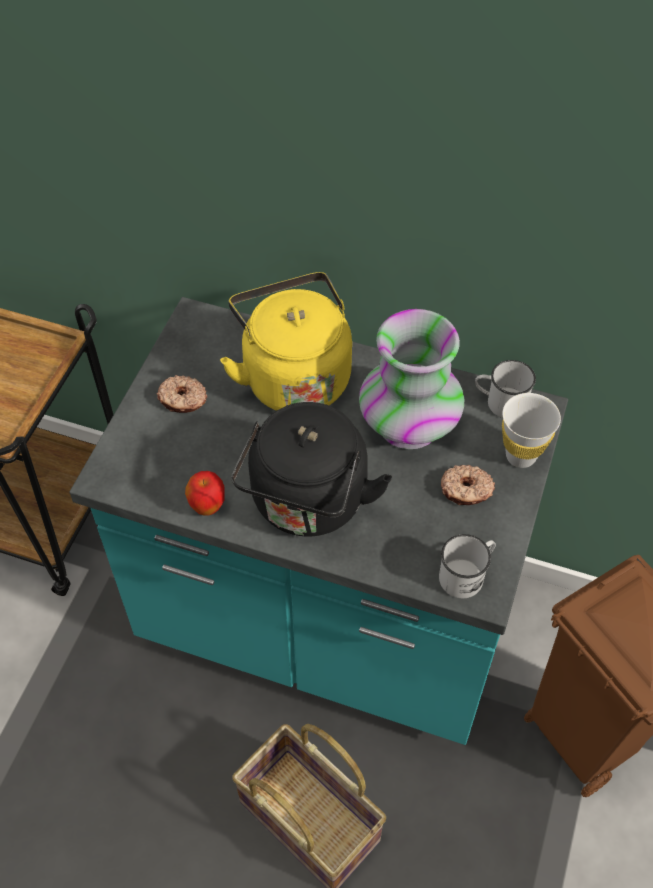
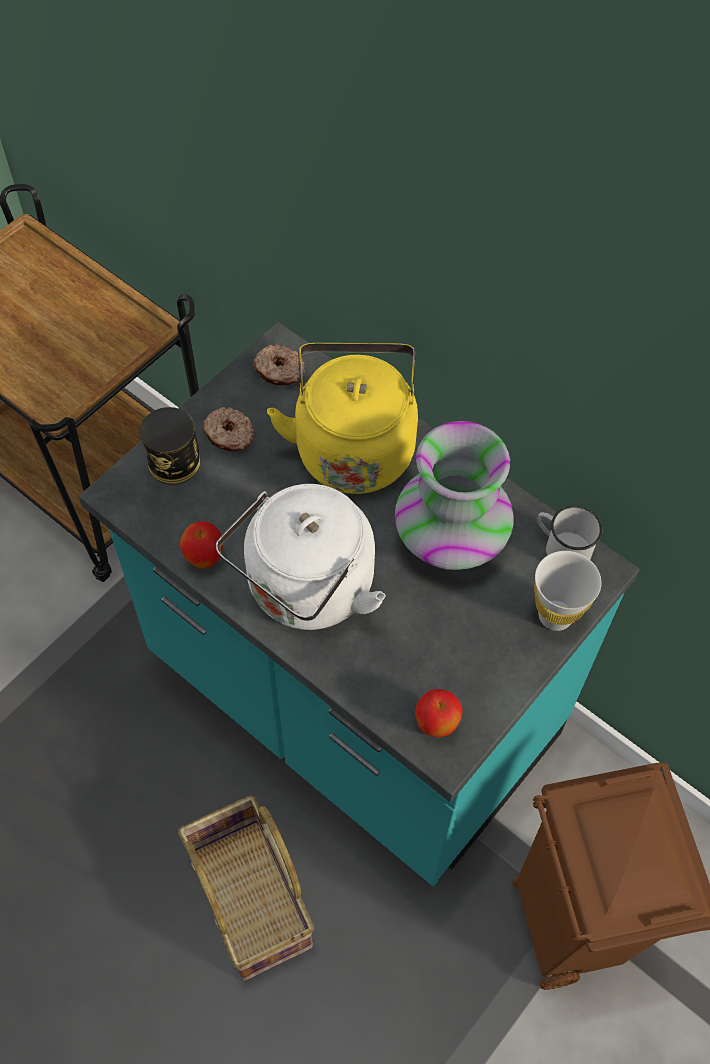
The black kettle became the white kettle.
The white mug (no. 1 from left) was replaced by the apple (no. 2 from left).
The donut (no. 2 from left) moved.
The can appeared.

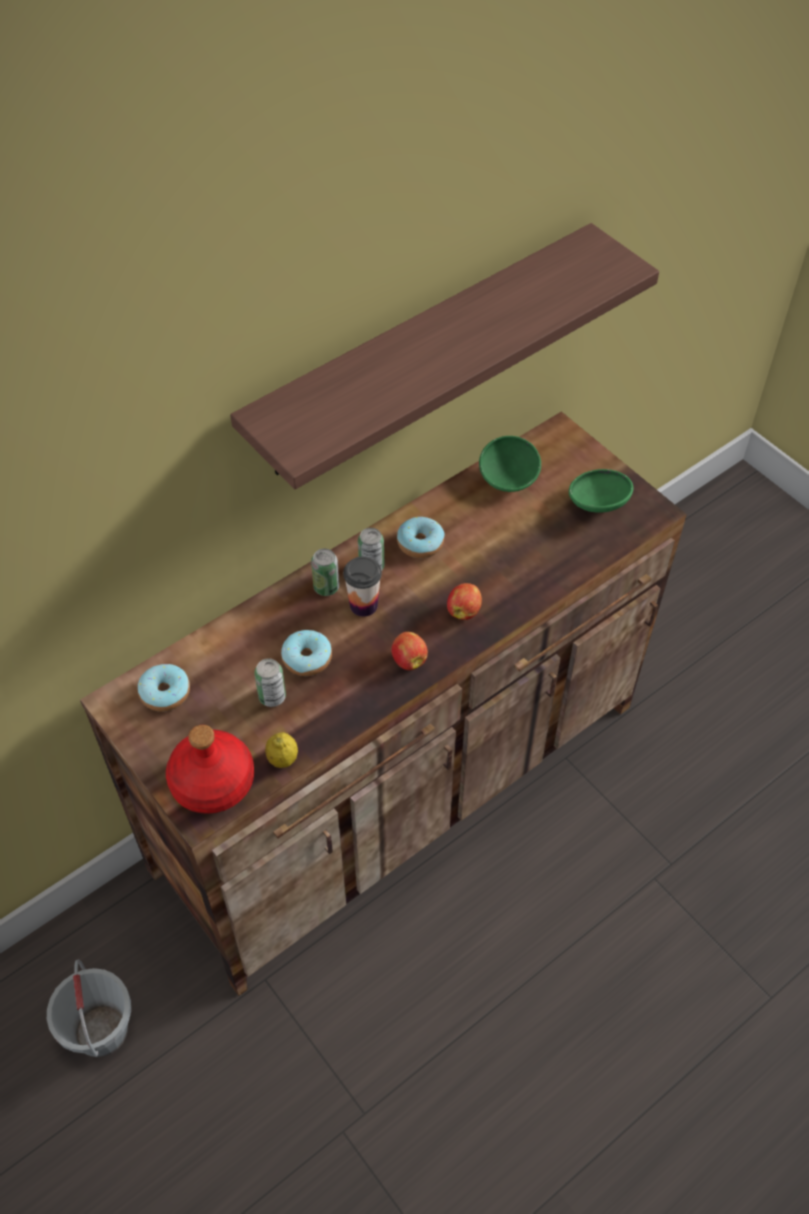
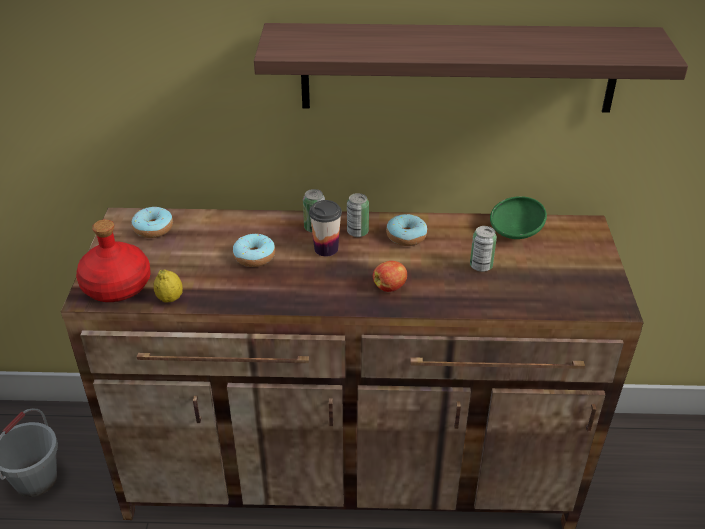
The can (no. 1 from left in the first image) moved.
The apple (no. 1 from left) disappeared.
The green bowl (no. 2 from left) disappeared.

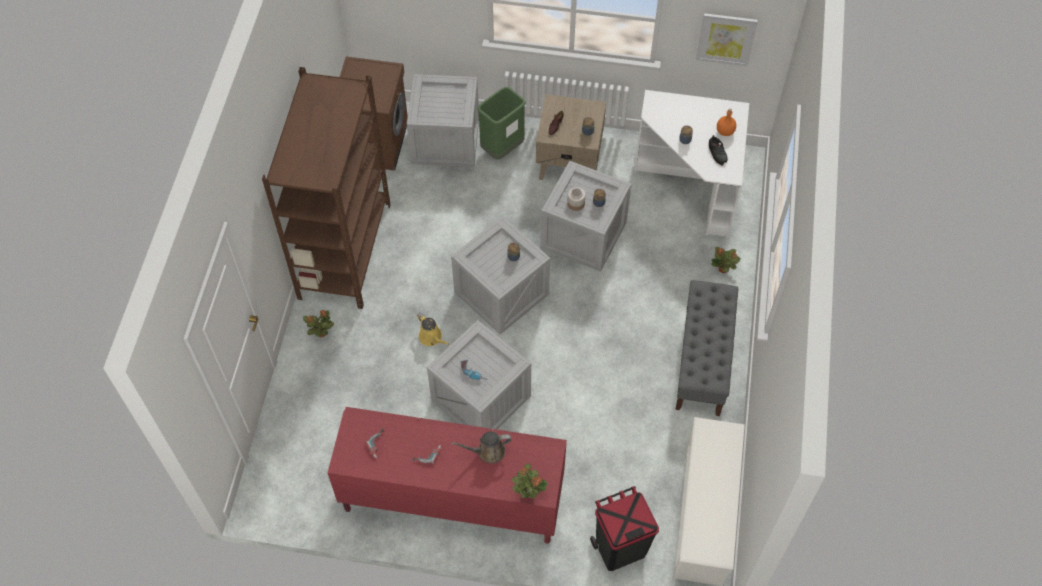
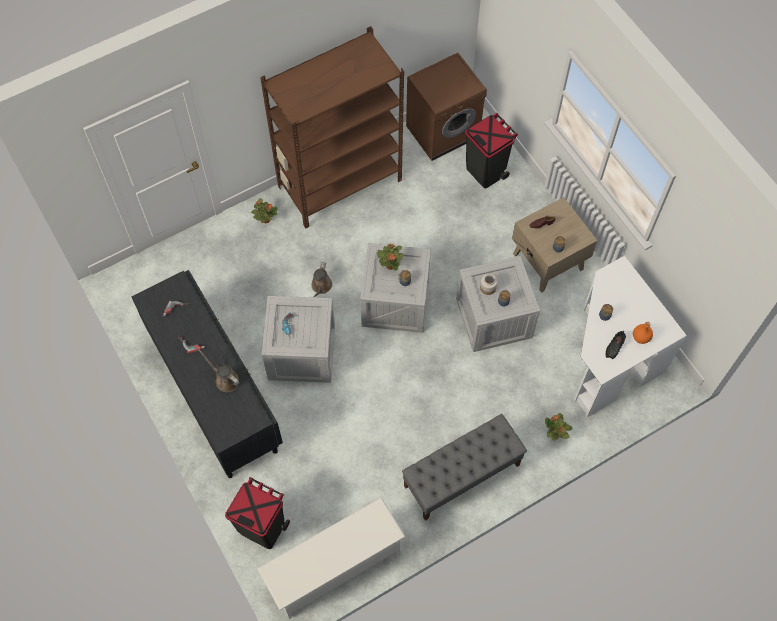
The red cabinet became the black cabinet.
The crate (no. 1 from left) was replaced by the black trash can (no. 2 from left).
The yellow watering can became the brown watering can (no. 2 from left).
The green trash can disappeared.
The potted plant (no. 2 from left) moved.
The picture disappeared.

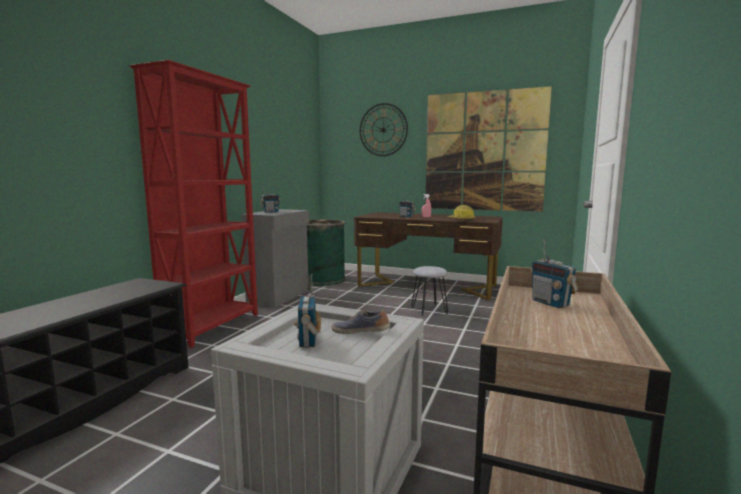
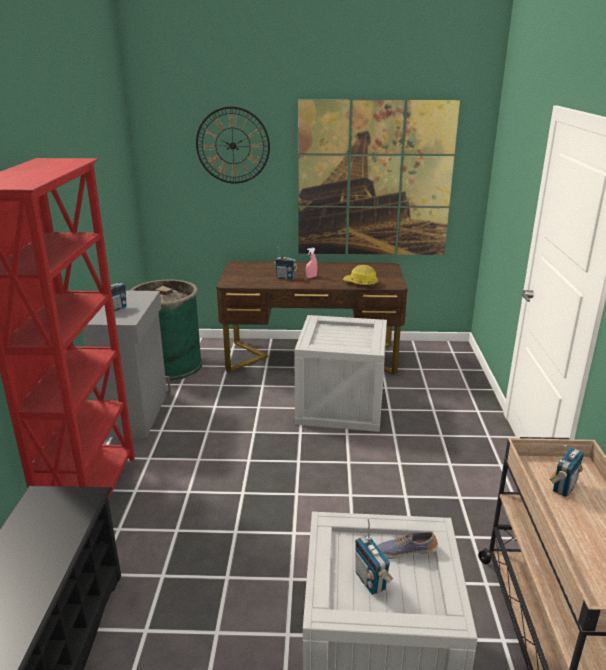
The grey stool was replaced by the crate (no. 1 from left).
The radio (no. 4 from left) turned 90 degrees counterclockwise.

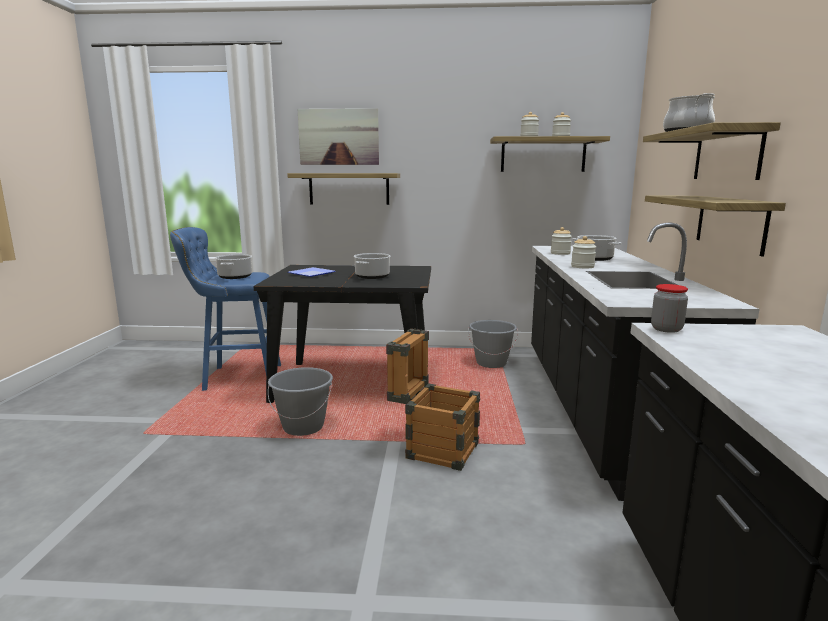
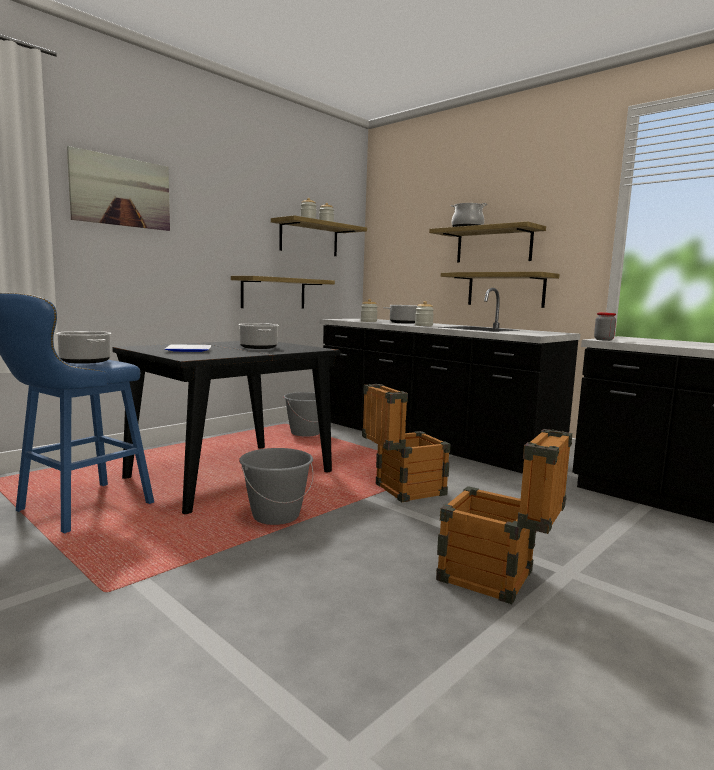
The shelf (no. 1 from left) moved.
The crate (no. 2 from left) appeared.

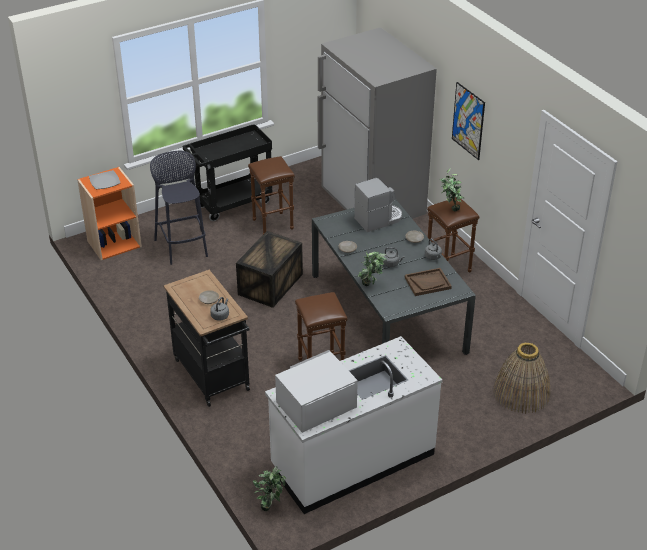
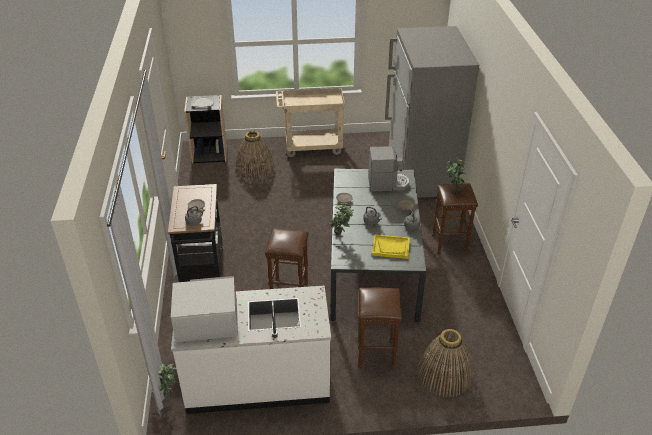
The orange bookcase became the black bookcase.
The grey stool was replaced by the basket (no. 1 from left).
The black cart (no. 2 from left) became the beige cart.
The crate disappeared.
The brown stool (no. 1 from left in the first image) moved.
The brown tray became the yellow tray.
The picture disappeared.

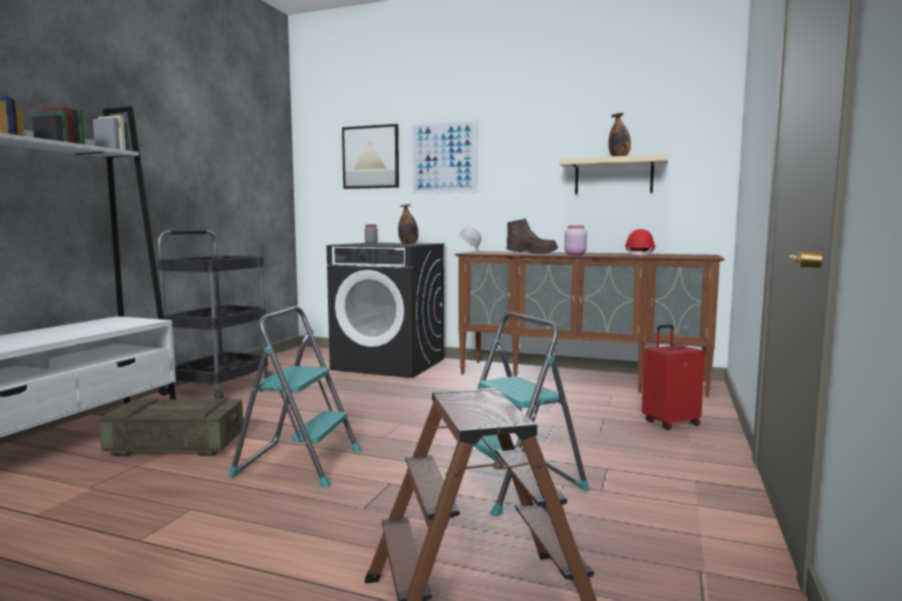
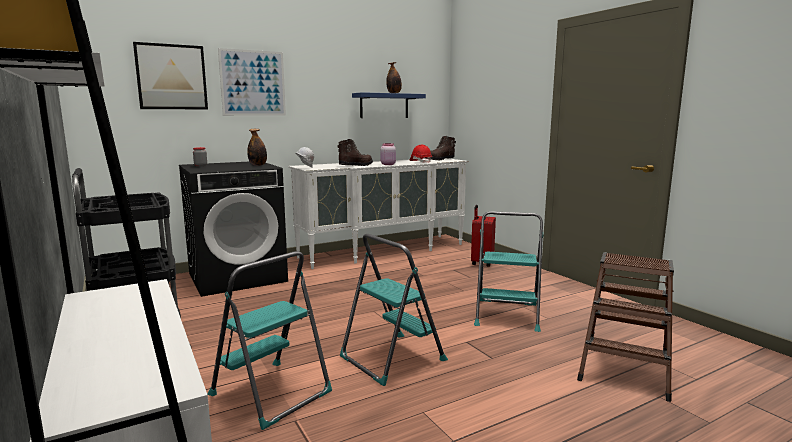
The crate was replaced by the turquoise step ladder (no. 1 from left).
The brown cabinet became the white cabinet.
The beige shelf became the blue shelf.
The brown boot (no. 2 from left) appeared.

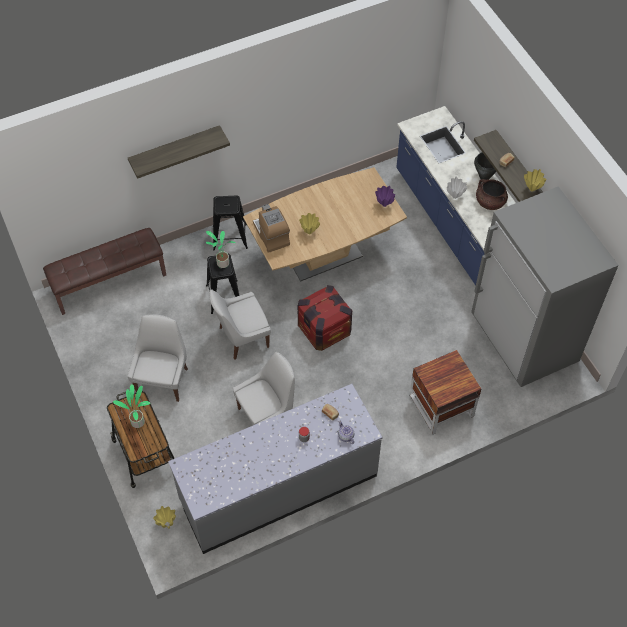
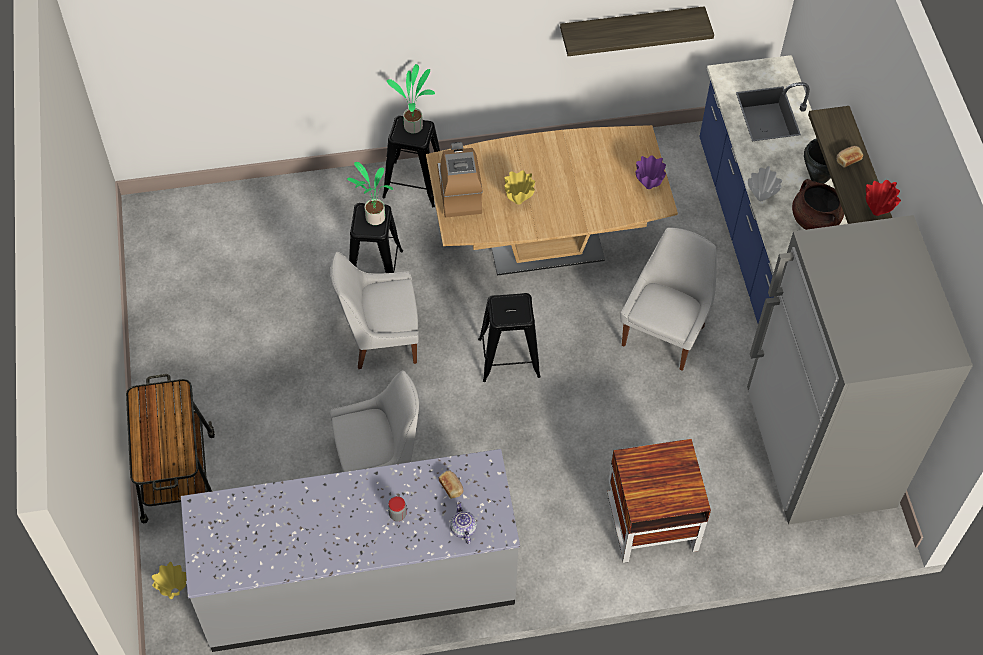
The brown bench disappeared.
The potted plant (no. 1 from left in the first image) moved.
The white chair (no. 1 from left in the first image) moved.
The shelf (no. 1 from left) moved.
The crate was replaced by the black stool (no. 3 from left).
The yellow vase (no. 3 from left) became the red vase.

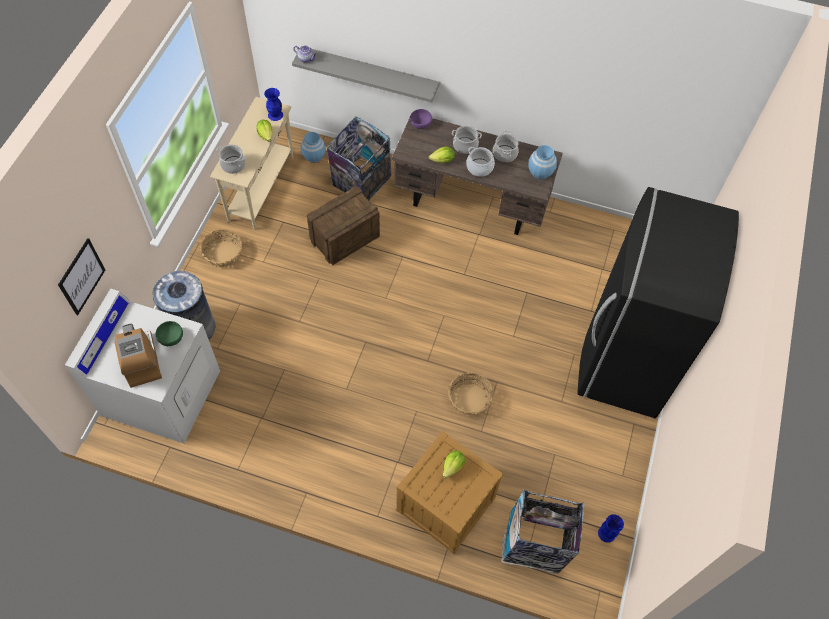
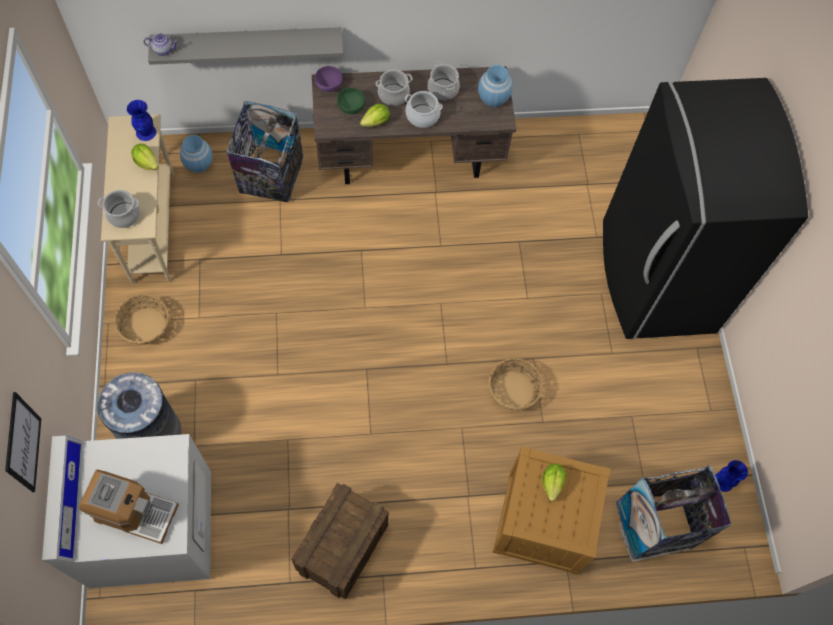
The coffee machine turned 150 degrees clockwise.
The green bowl moved.
The crate (no. 1 from left) moved.

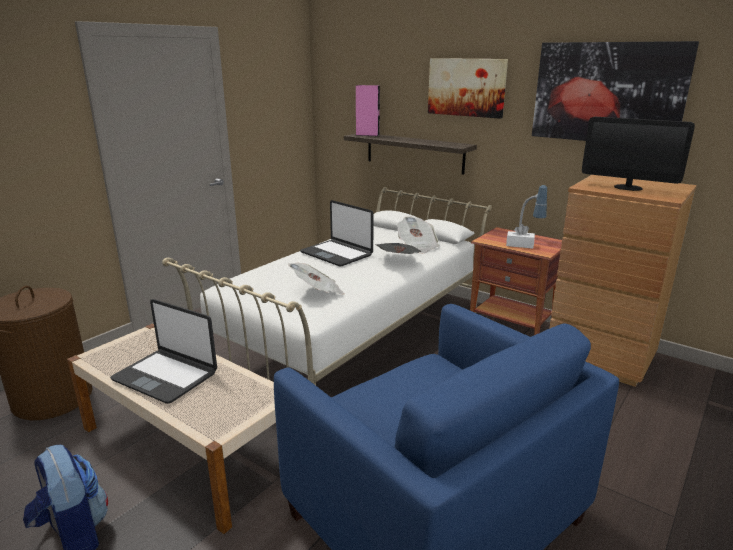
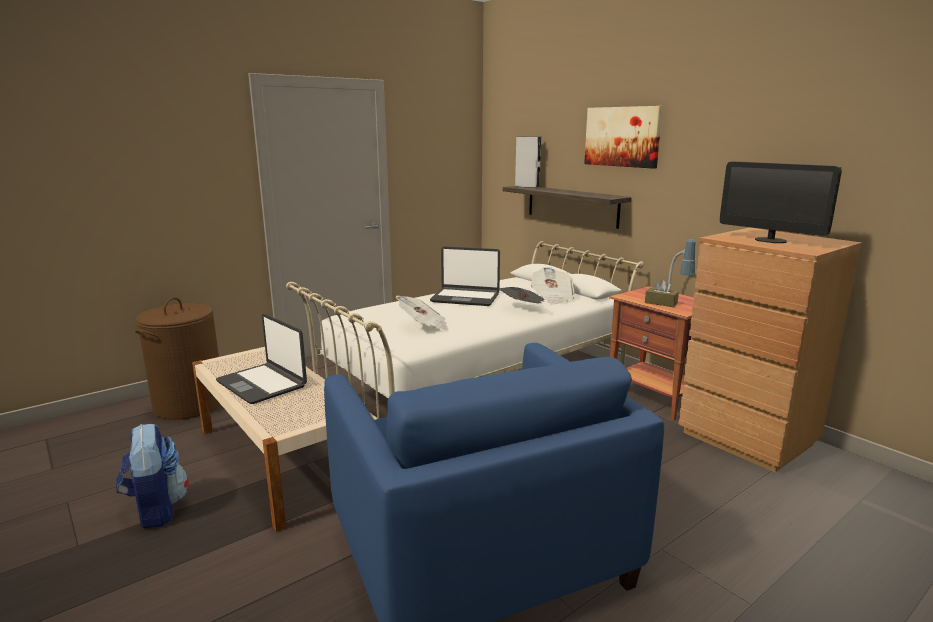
The laptop (no. 2 from left) turned 45 degrees counterclockwise.
The pink speaker became the grey speaker.
The white tissue box became the brown tissue box.
The picture (no. 2 from left) disappeared.

